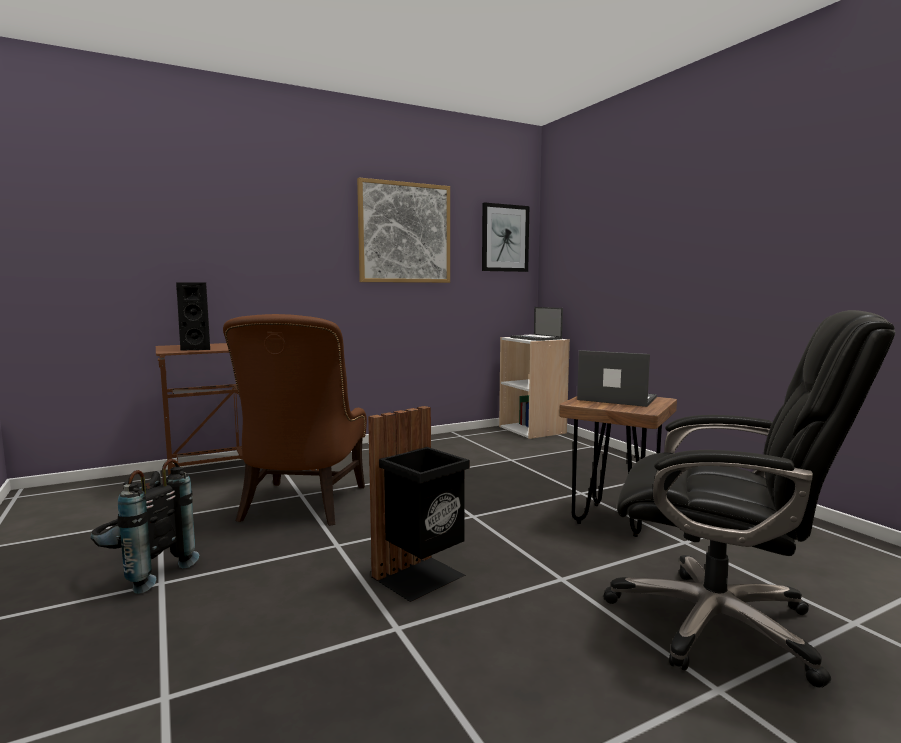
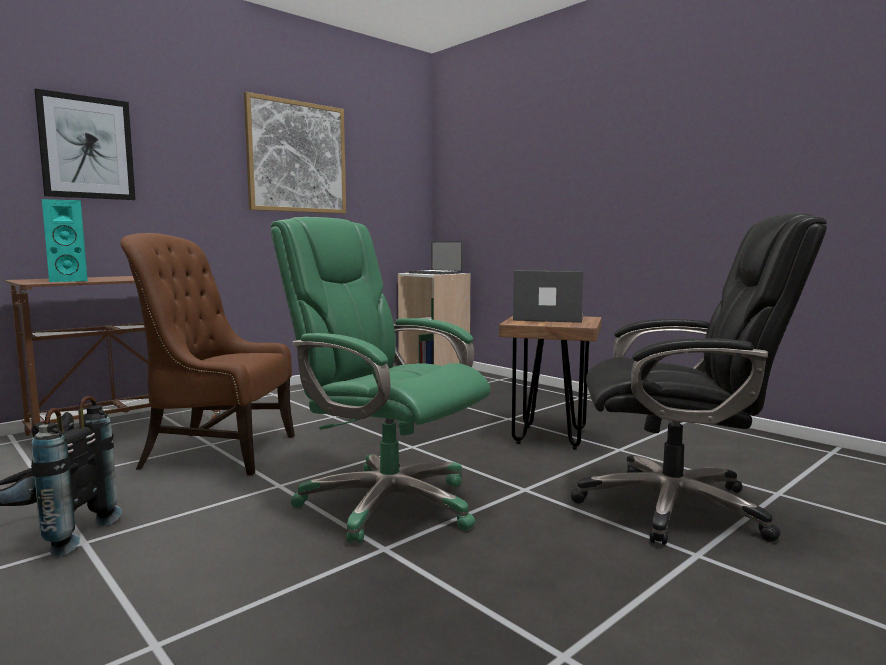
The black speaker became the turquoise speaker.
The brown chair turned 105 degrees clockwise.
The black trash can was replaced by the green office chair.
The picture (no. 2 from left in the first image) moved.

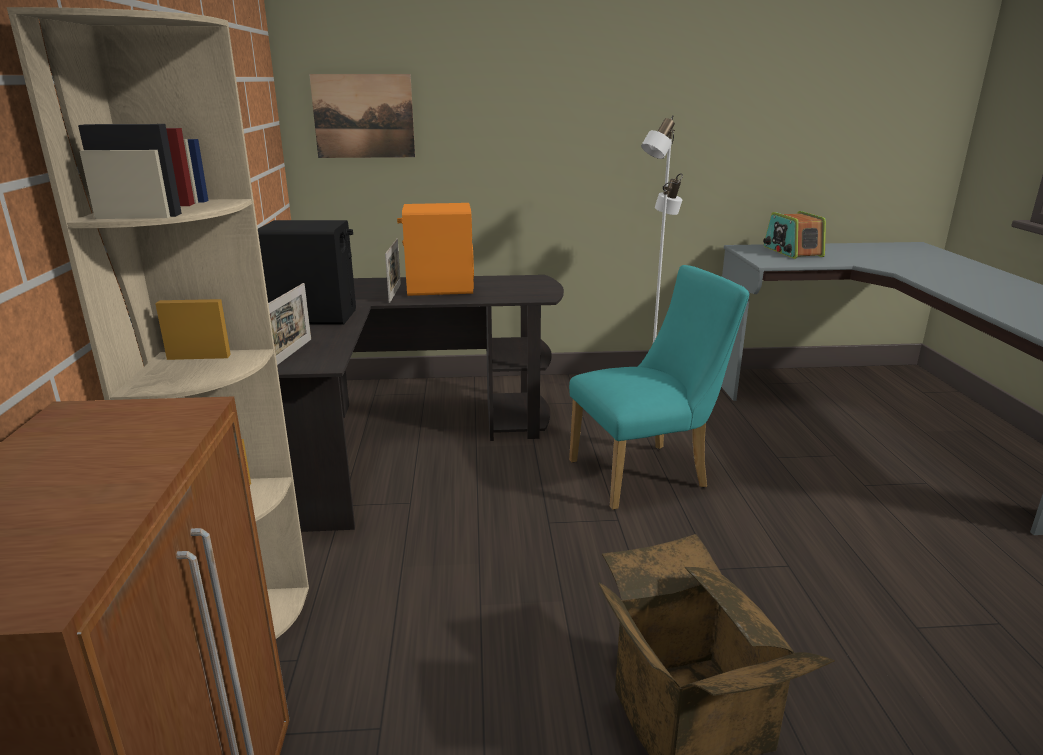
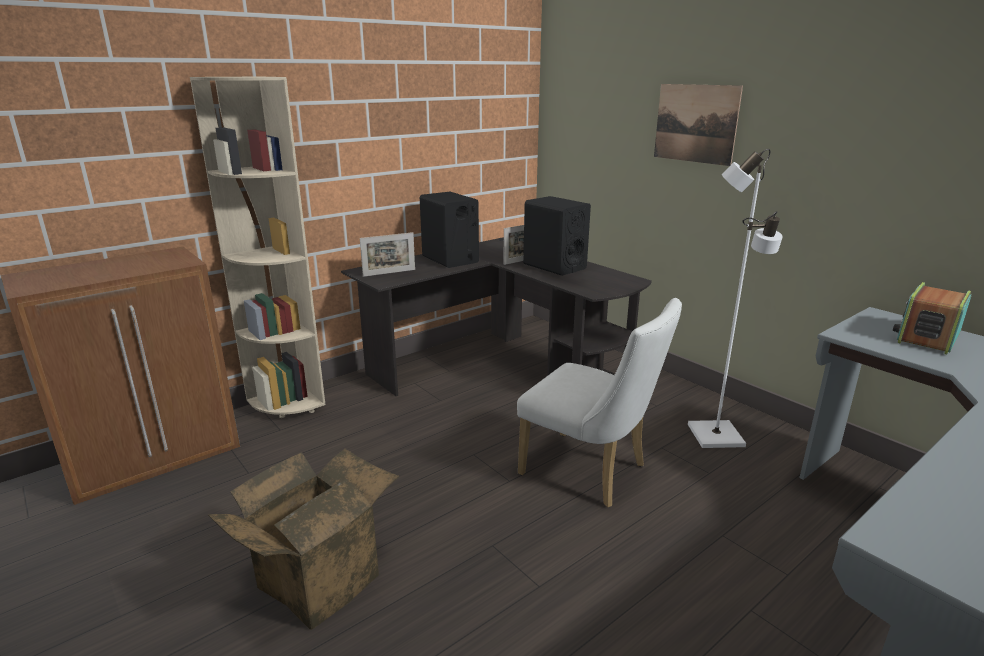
The picture moved.
The orange speaker became the black speaker (no. 2 from left).
The turquoise chair became the white chair.

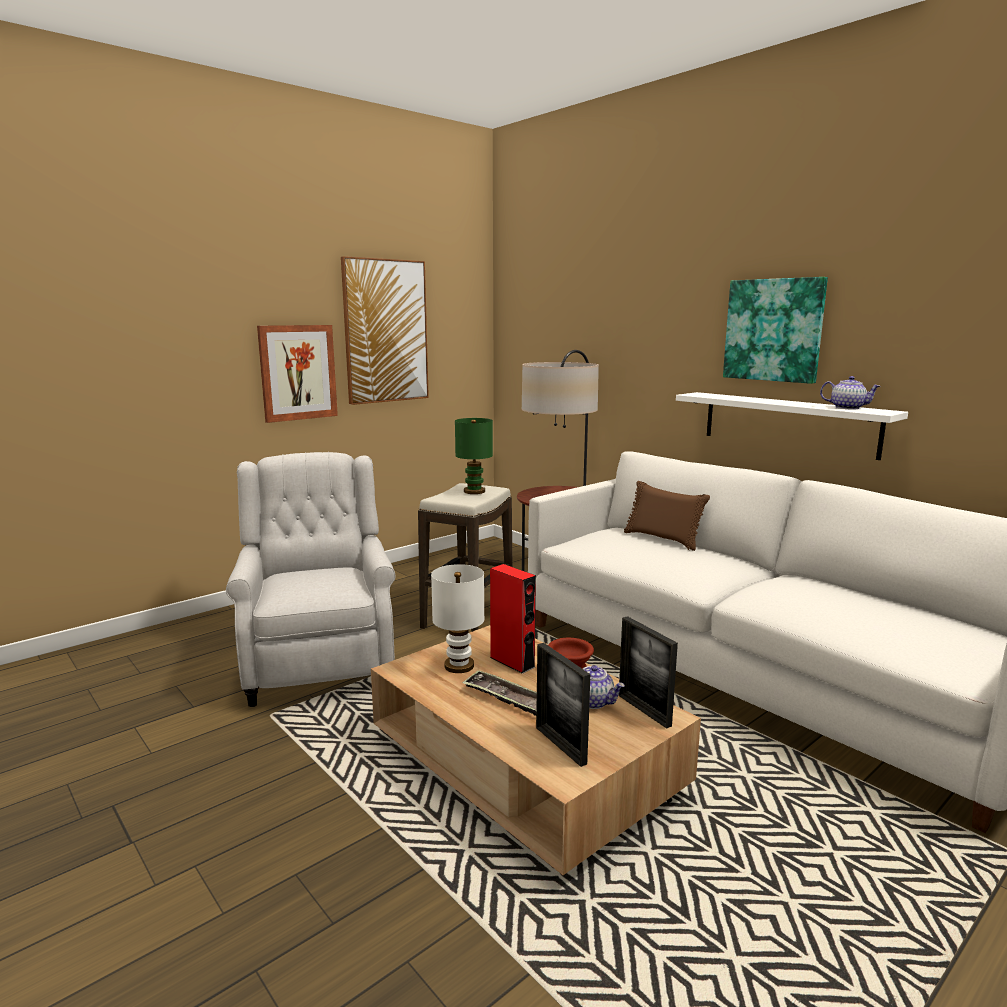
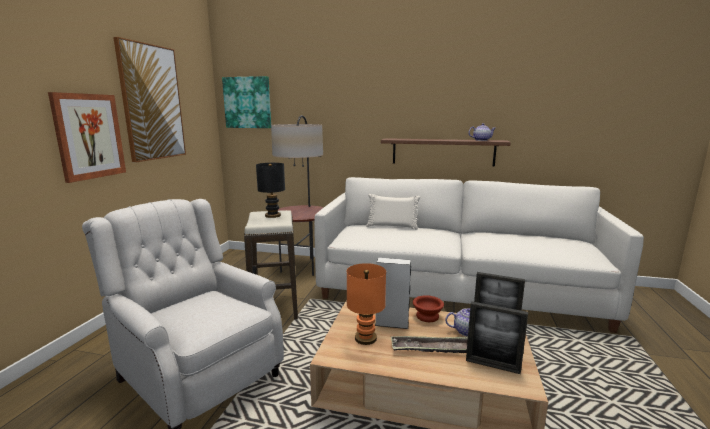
The white table lamp became the orange table lamp.
The green table lamp became the black table lamp.
The red speaker became the grey speaker.
The brown pillow became the white pillow.
The white shelf became the brown shelf.
The picture (no. 3 from left) moved.

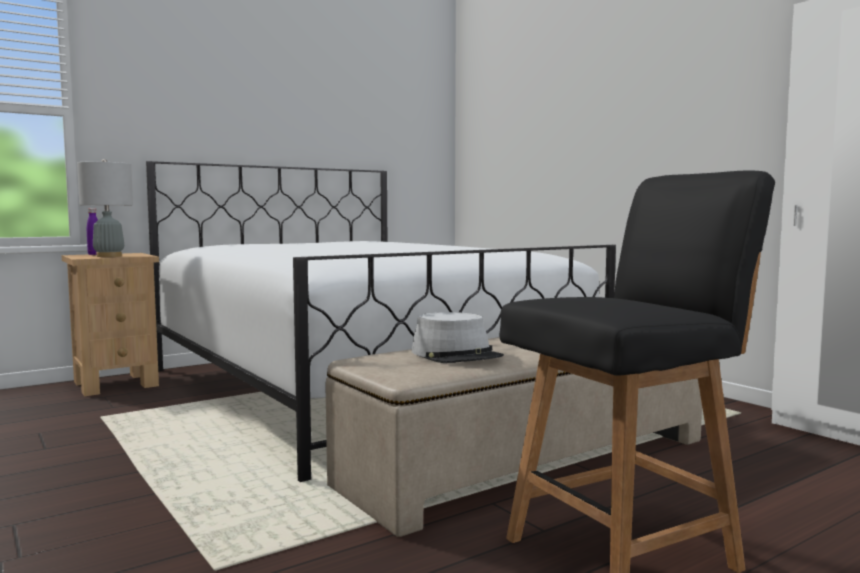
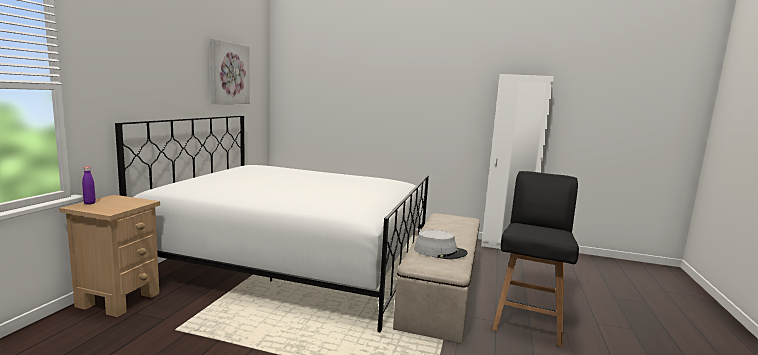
The grey table lamp disappeared.
The picture appeared.

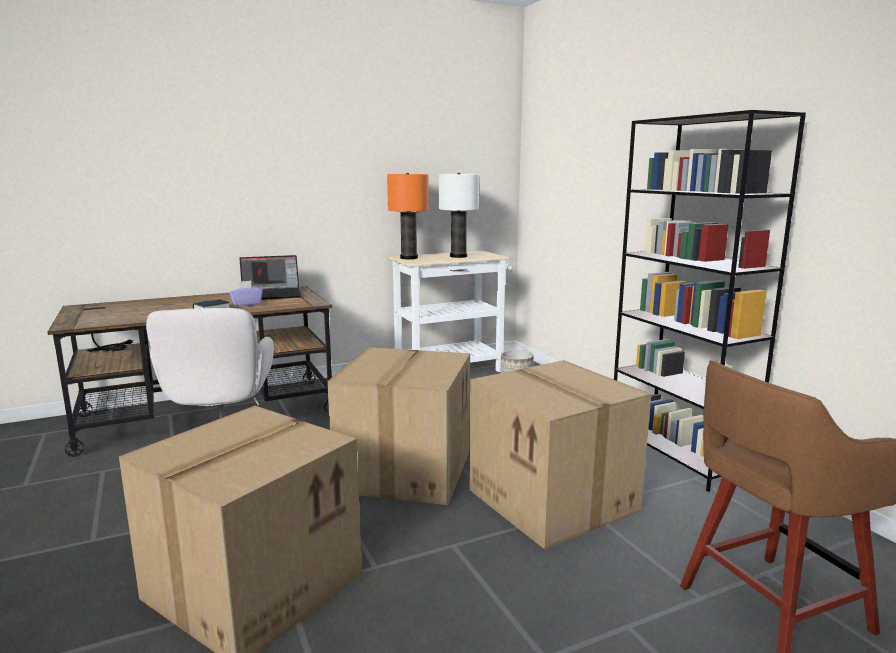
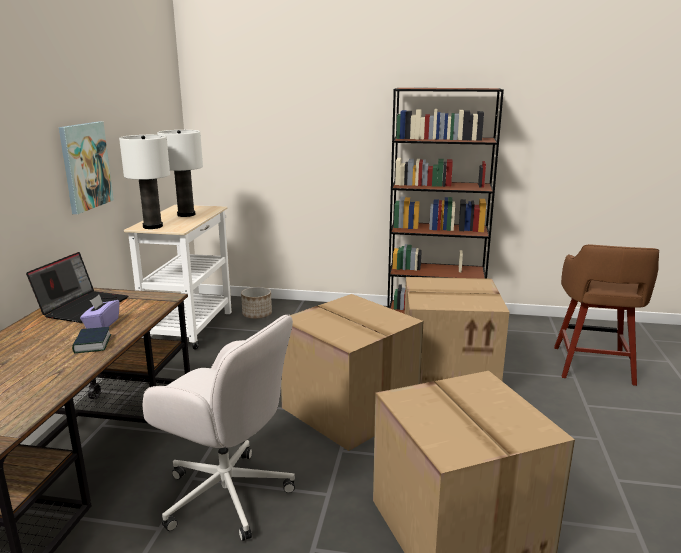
The orange table lamp became the white table lamp (no. 1 from left).
The picture appeared.

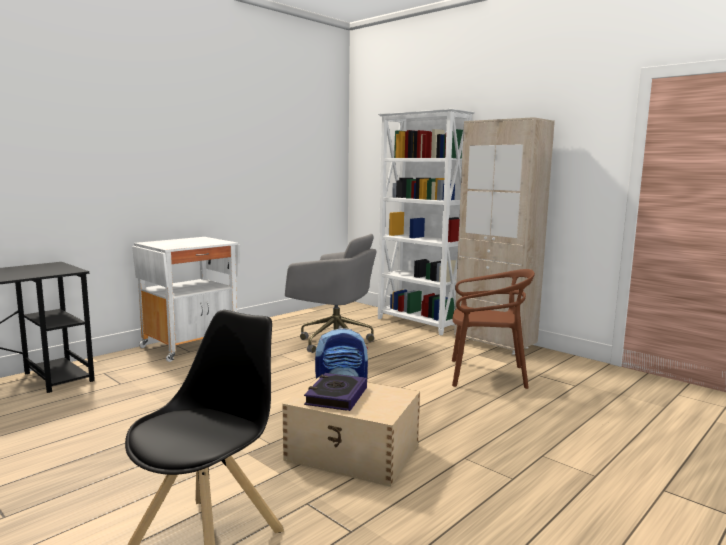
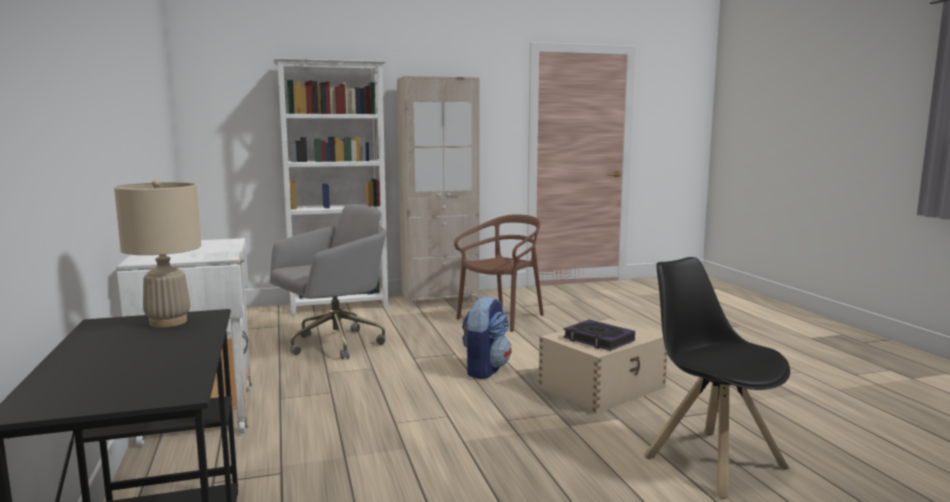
The beige table lamp appeared.

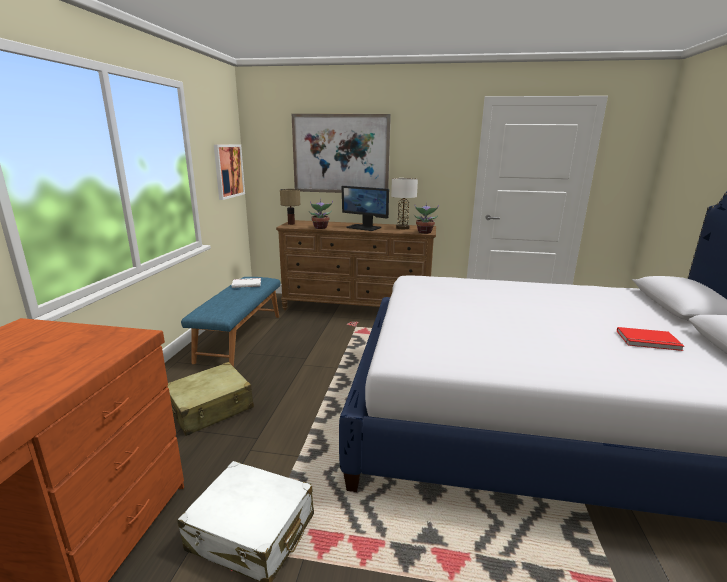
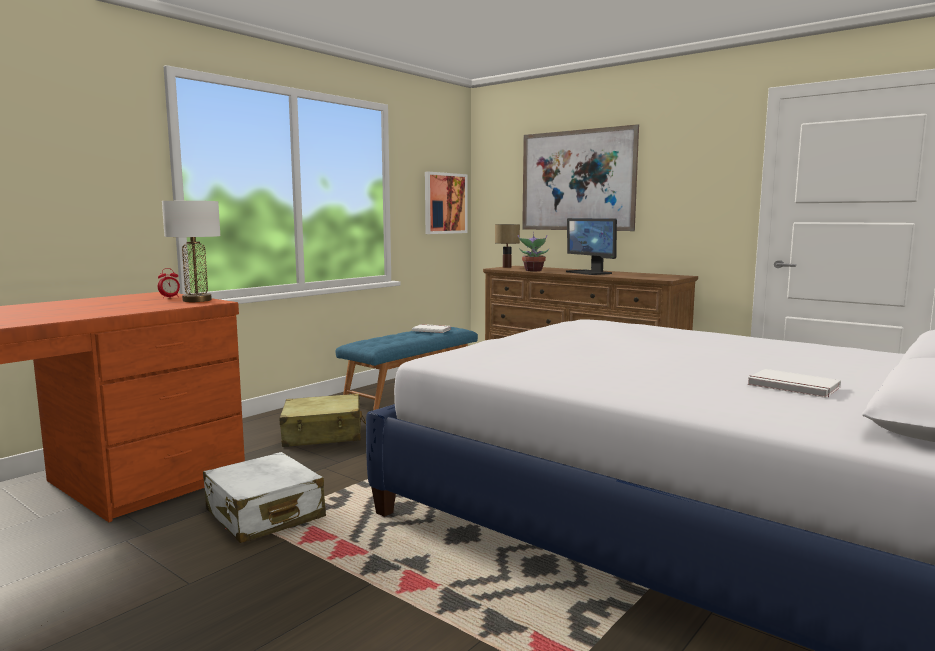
The table lamp (no. 2 from left in the first image) moved.
The potted plant (no. 2 from left) disappeared.
The red book became the white book (no. 2 from left).
The alarm clock appeared.

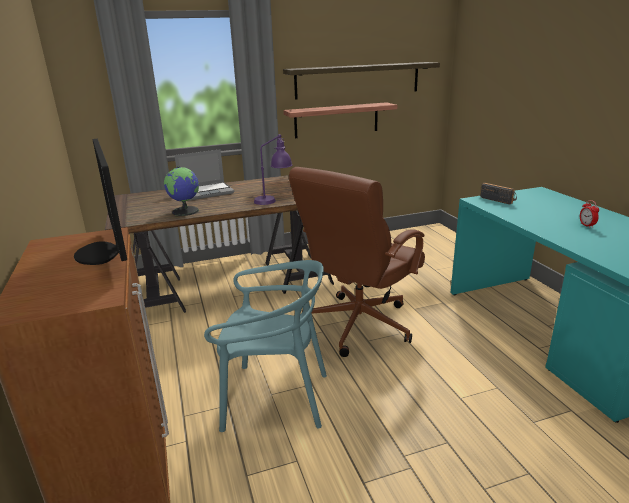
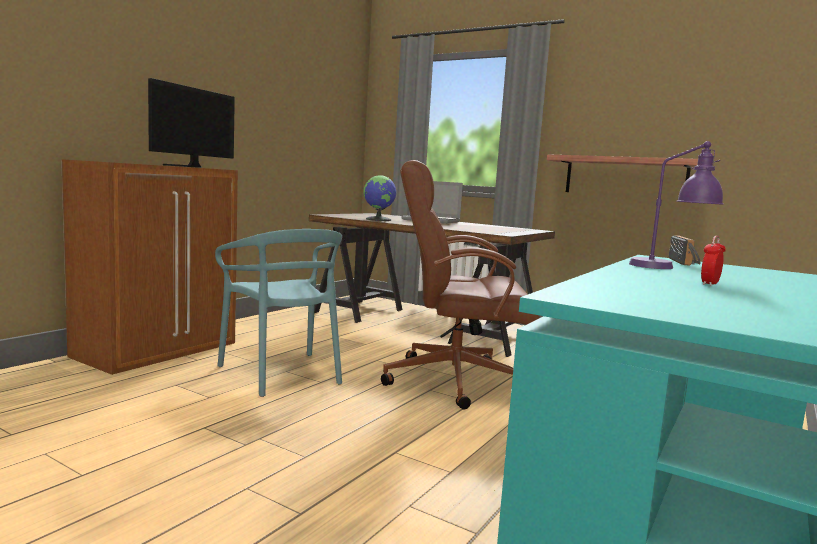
The purple table lamp moved.
The shelf (no. 2 from left) disappeared.

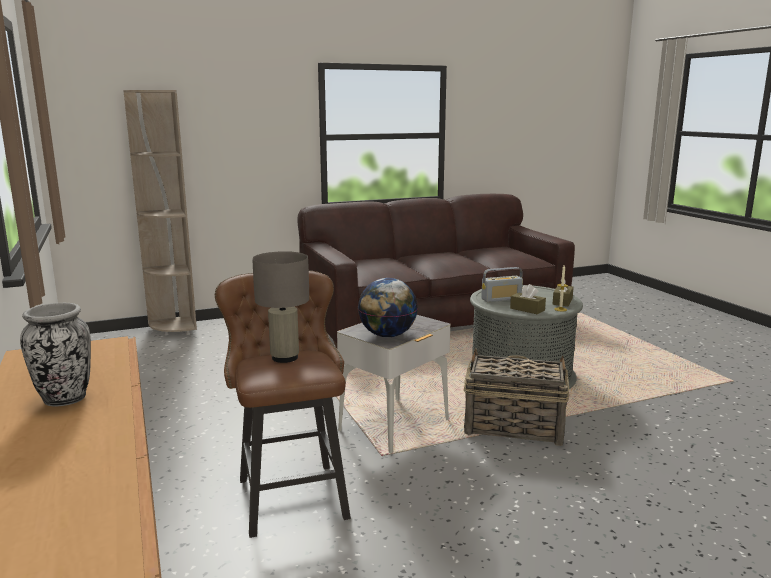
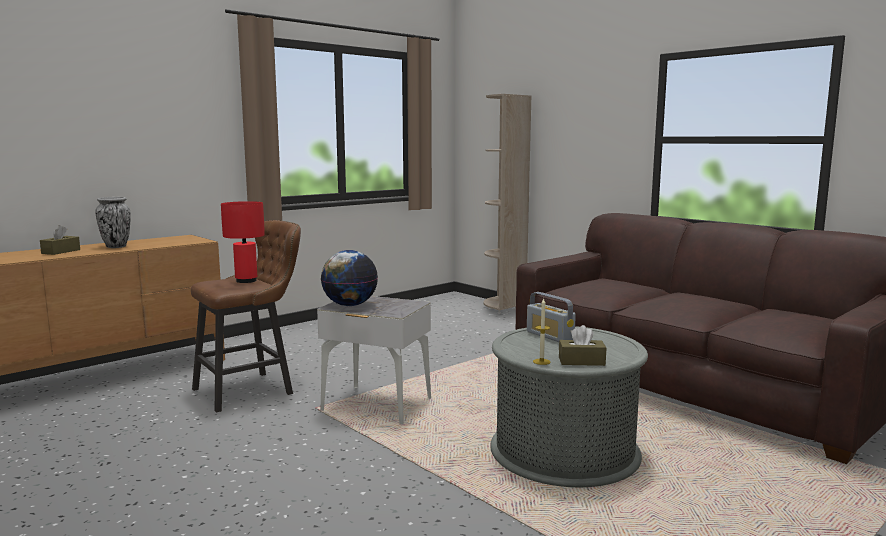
The grey table lamp became the red table lamp.
The basket disappeared.
The brown tissue box (no. 1 from left) moved.

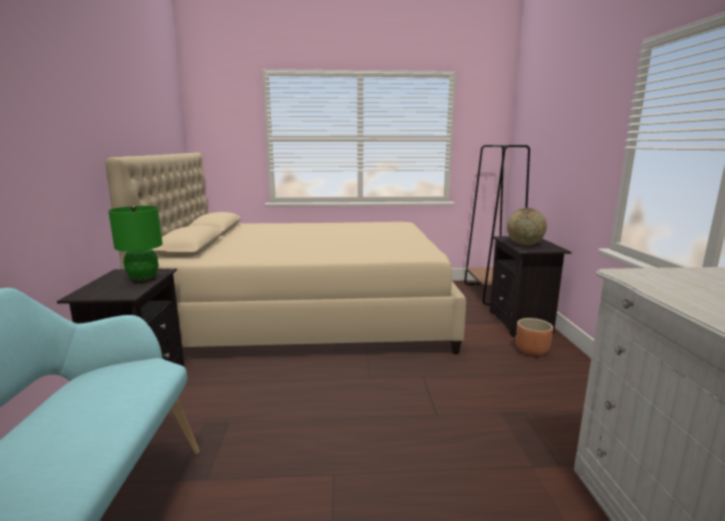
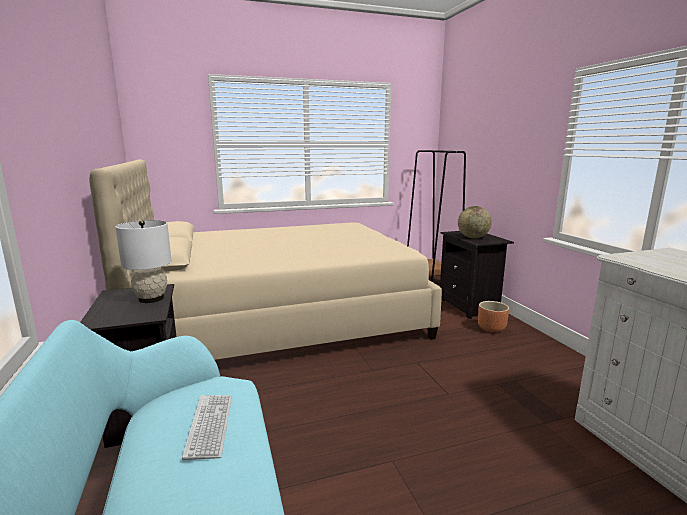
The green table lamp became the white table lamp.
The keyboard appeared.

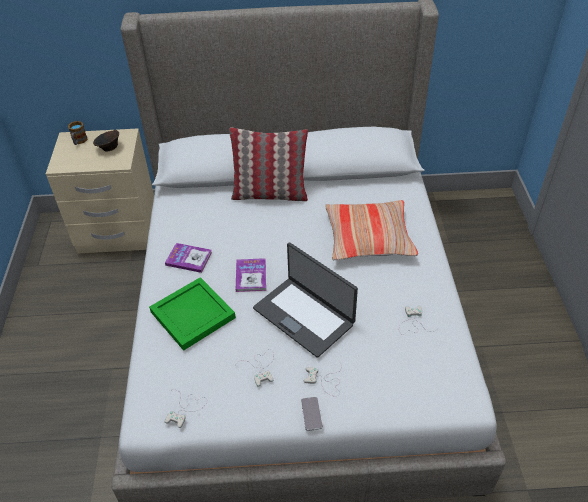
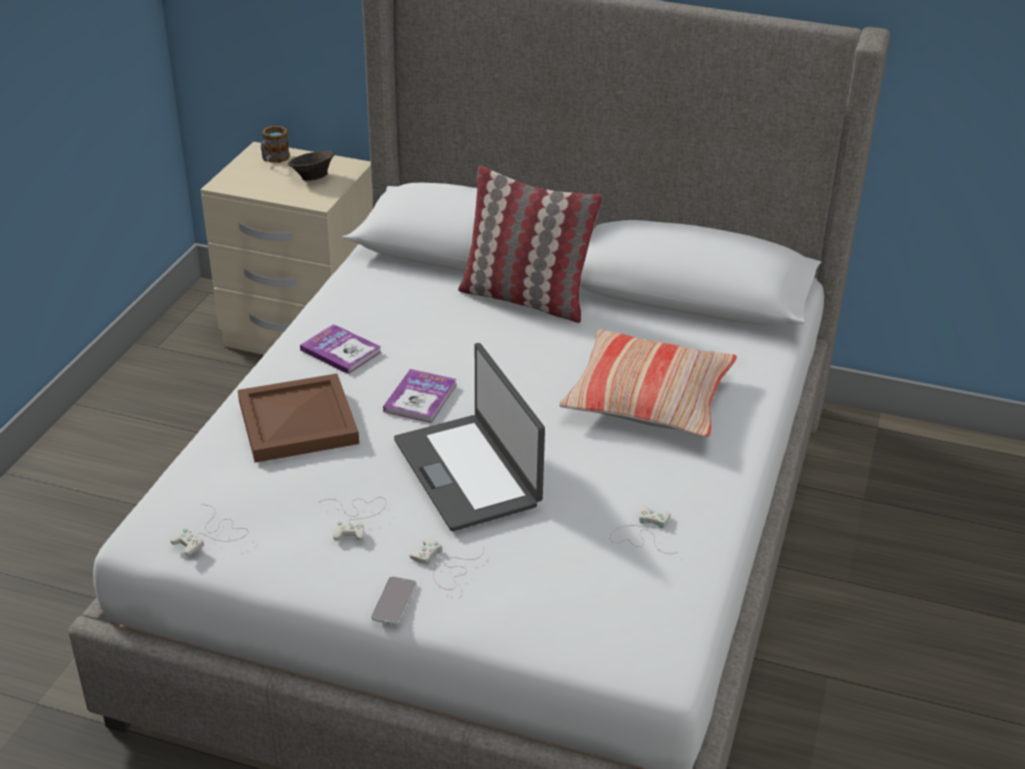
The green tray became the brown tray.

